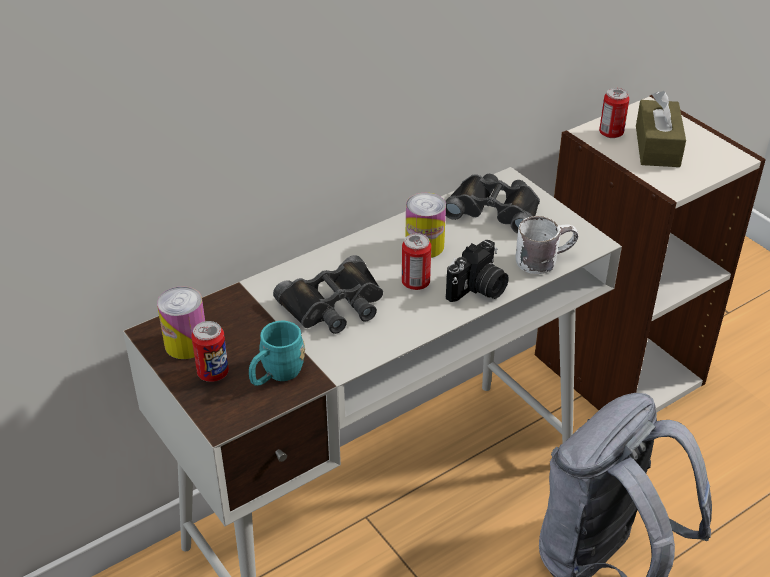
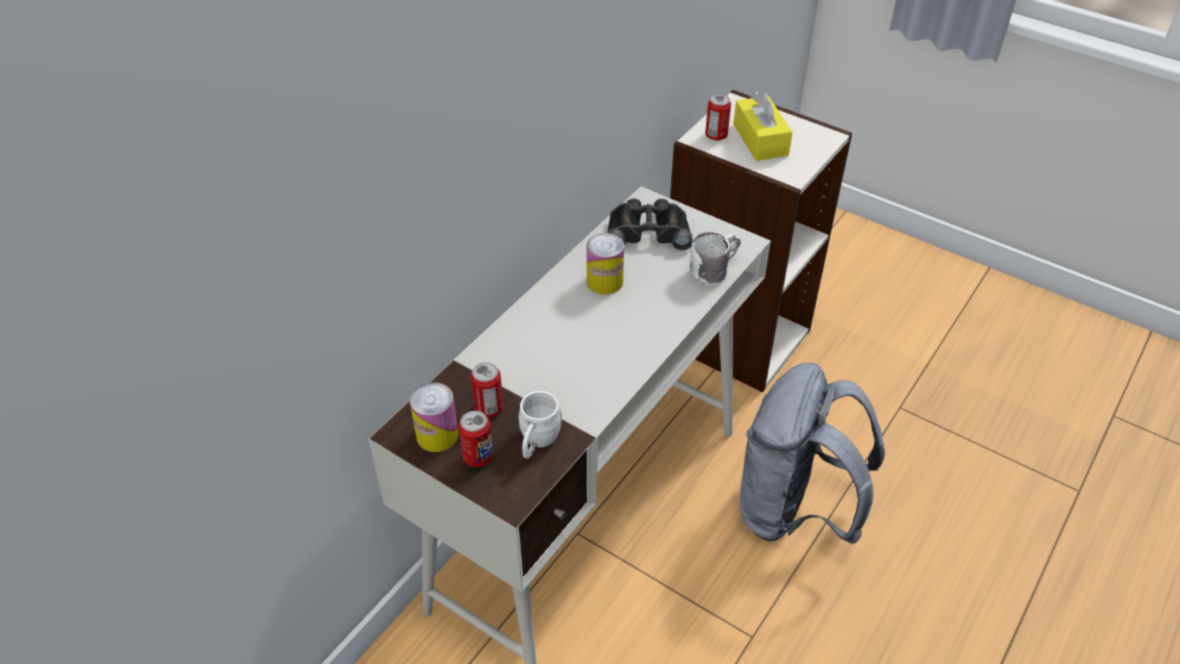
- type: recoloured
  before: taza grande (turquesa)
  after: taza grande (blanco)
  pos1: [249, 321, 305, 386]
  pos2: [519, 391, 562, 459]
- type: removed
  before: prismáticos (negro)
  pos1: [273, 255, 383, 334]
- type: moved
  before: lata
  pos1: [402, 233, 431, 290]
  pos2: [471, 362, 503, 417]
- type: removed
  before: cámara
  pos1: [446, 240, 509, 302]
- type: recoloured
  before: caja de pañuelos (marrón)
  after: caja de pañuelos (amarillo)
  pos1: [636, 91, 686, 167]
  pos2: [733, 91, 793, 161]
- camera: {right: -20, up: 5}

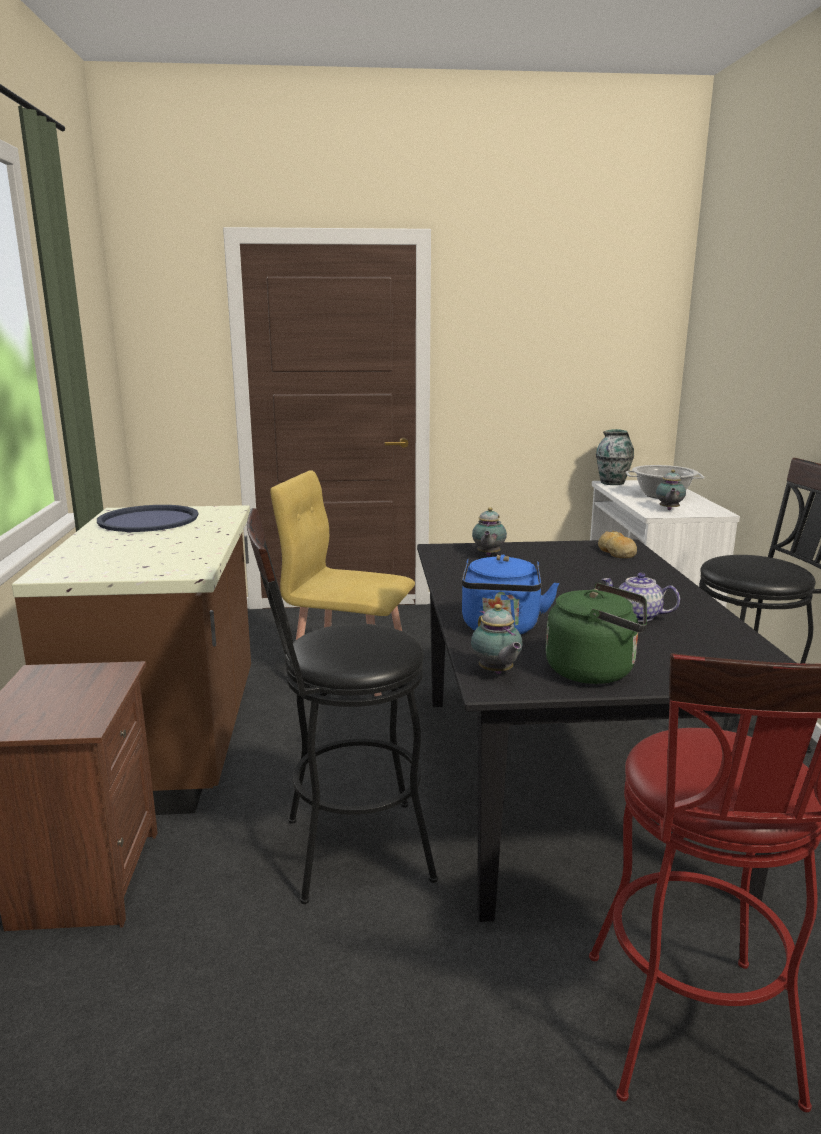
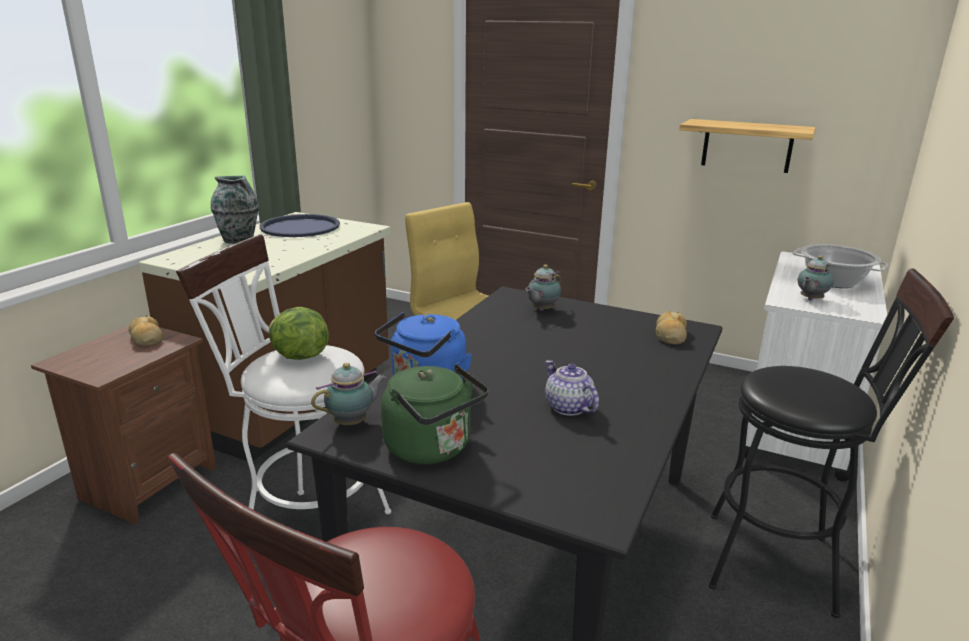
- type: recoloured
  before: taburete (negro)
  after: taburete (blanco)
  pos1: [247, 508, 438, 904]
  pos2: [176, 234, 391, 515]
- type: turned
  before: tetera
  pos1: [471, 604, 523, 674]
  pos2: [311, 363, 386, 425]
  turn: -135
- type: moved
  before: florero
  pos1: [596, 429, 634, 485]
  pos2: [211, 176, 259, 244]
- type: added
  after: pan
  pos2: [129, 315, 163, 346]
- type: added
  after: lechuga
  pos2: [269, 307, 329, 360]
- type: added
  after: estante
  pos2: [679, 119, 816, 173]
- camera: {right: 30, up: 5}

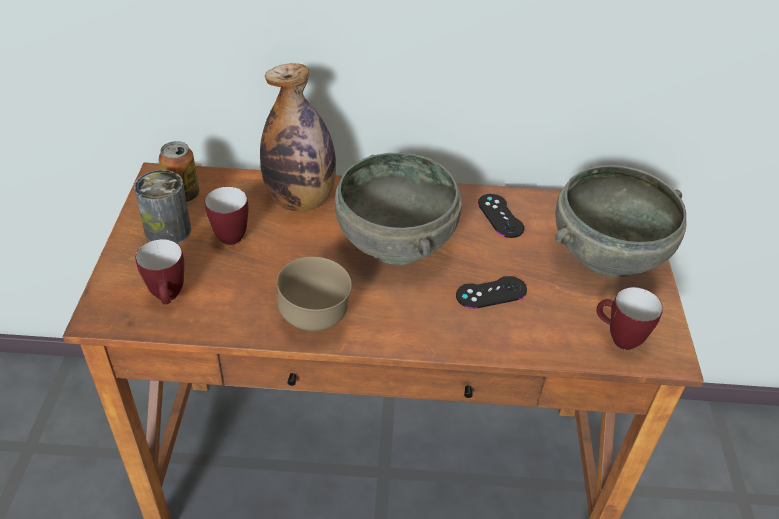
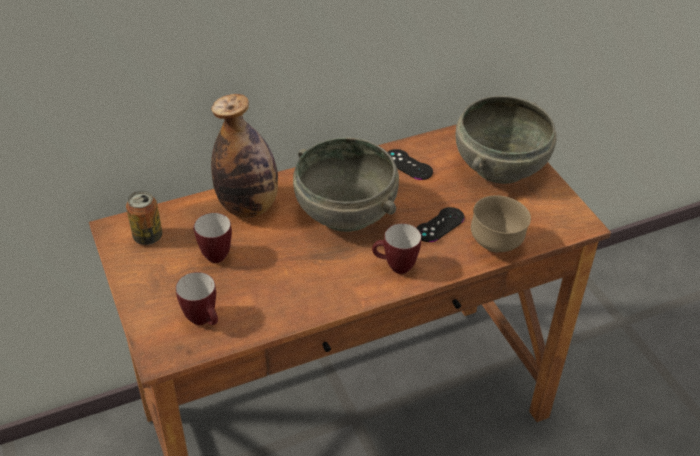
- type: removed
  before: lata
  pos1: [134, 170, 191, 244]
- type: moved
  before: cuenco (marrón)
  pos1: [277, 257, 352, 331]
  pos2: [471, 195, 531, 252]
- type: moved
  before: taza grande
  pos1: [597, 287, 663, 350]
  pos2: [372, 223, 421, 274]
- camera: {right: -25, up: 0}

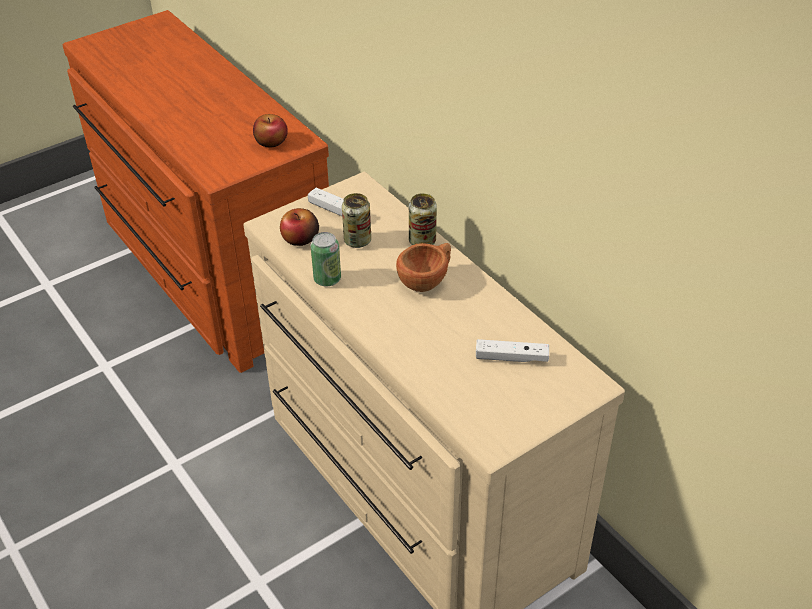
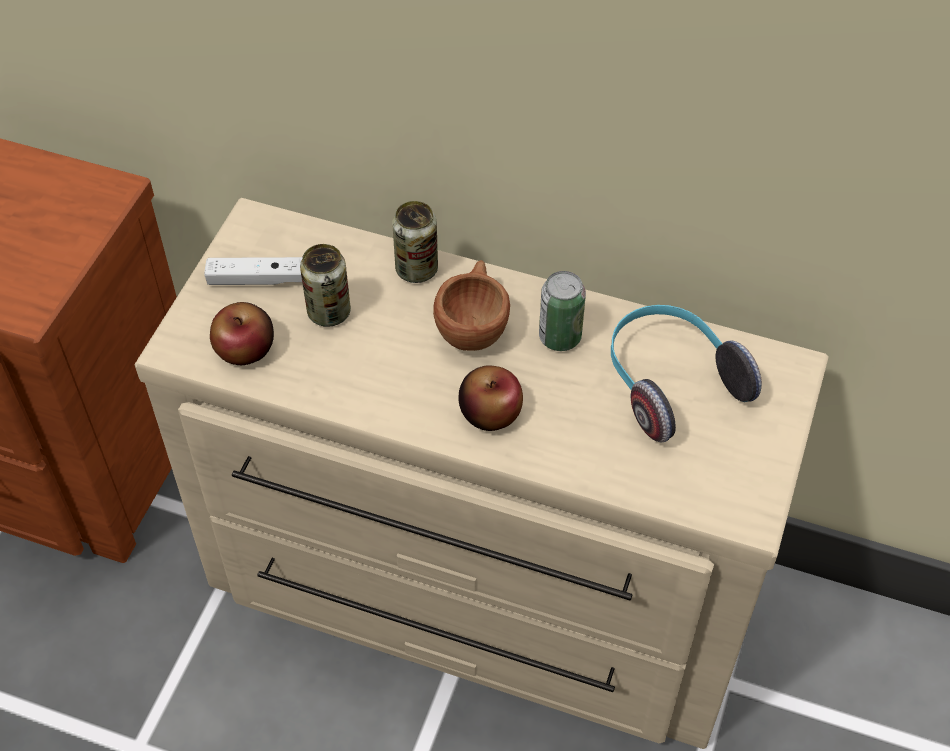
- type: moved
  before: manzana
  pos1: [253, 114, 288, 147]
  pos2: [459, 365, 523, 431]
- type: moved
  before: lata
  pos1: [311, 232, 341, 286]
  pos2: [539, 271, 586, 351]
- type: replaced
  before: mando de consola (blanco)
  after: auriculares
  pos1: [476, 339, 549, 362]
  pos2: [611, 305, 762, 442]
- camera: {right: -35, up: 10}

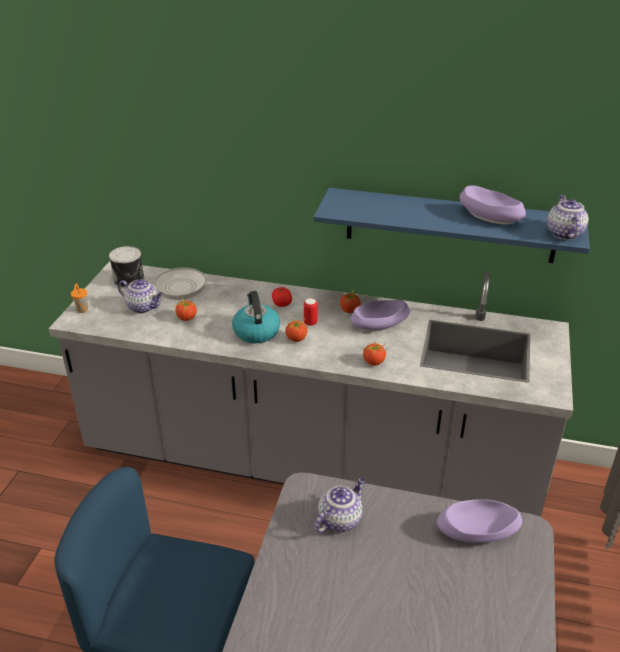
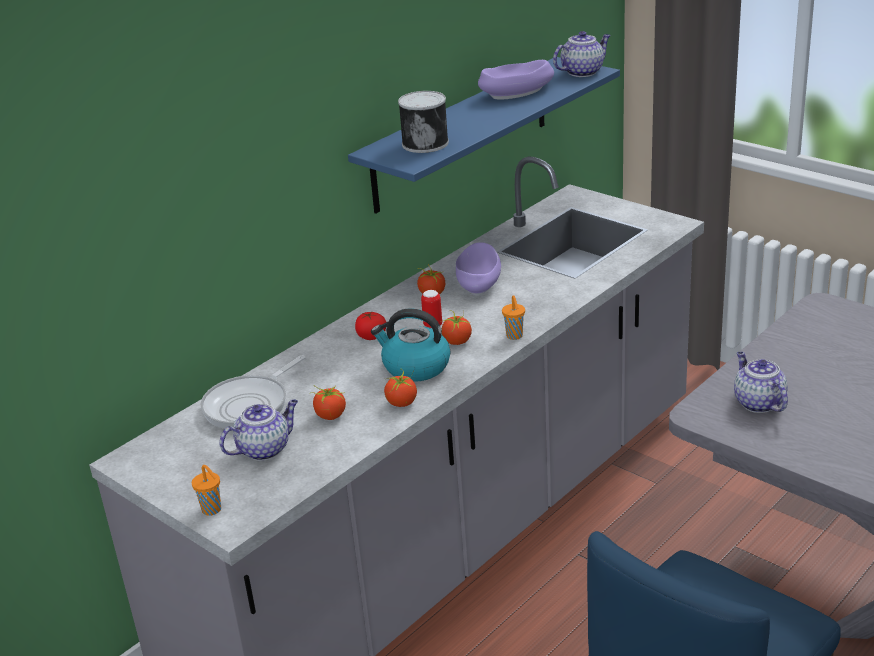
- type: moved
  before: lata
  pos1: [109, 246, 145, 289]
  pos2: [398, 91, 449, 153]
- type: moved
  before: tomate
  pos1: [363, 341, 388, 366]
  pos2: [384, 369, 417, 407]
- type: removed
  before: cuenco (morado)
  pos1: [437, 499, 522, 543]
- type: turned
  before: tetera
  pos1: [547, 195, 589, 240]
  pos2: [553, 31, 611, 77]
  turn: 120
- type: added
  after: taza (naranja)
  pos2: [502, 295, 525, 340]
- camera: {right: -60, up: -5}

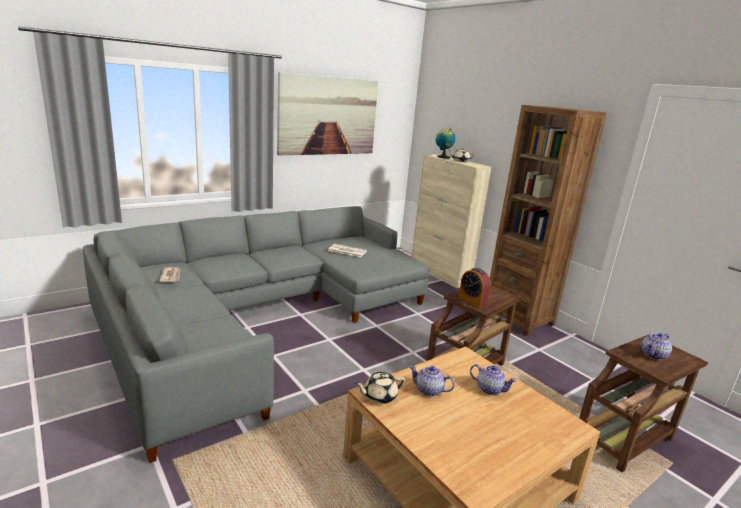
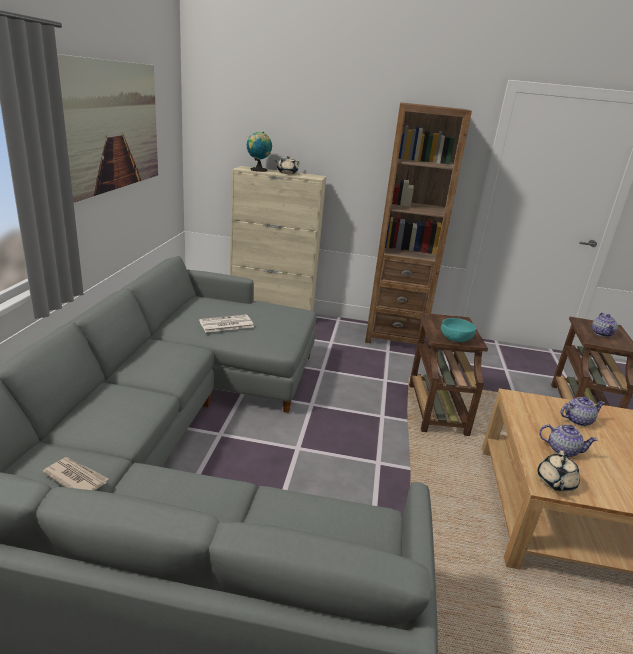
- type: turned
  before: tetera
  pos1: [409, 365, 455, 397]
  pos2: [539, 424, 598, 457]
  turn: -135
- type: replaced
  before: despertador
  after: cuenco (turquesa)
  pos1: [459, 268, 491, 308]
  pos2: [441, 318, 476, 342]
- camera: {right: -45, up: 5}

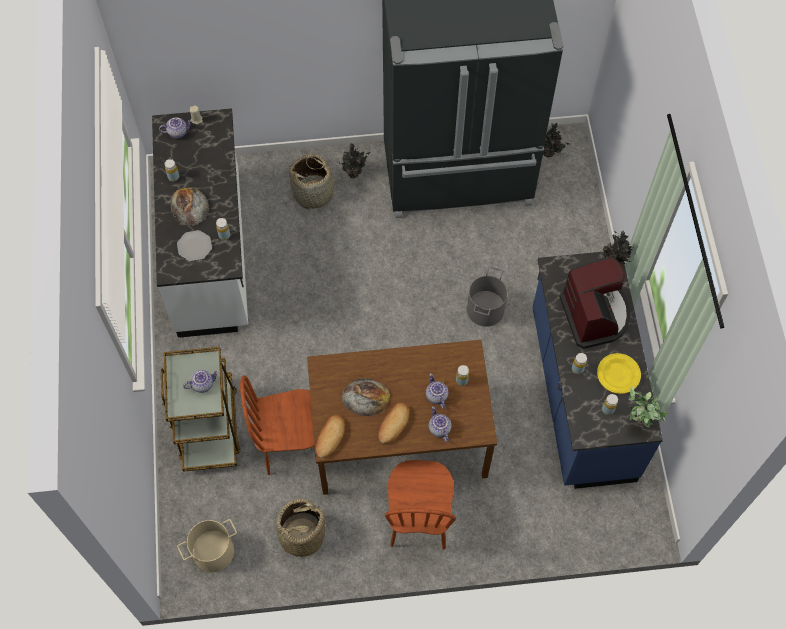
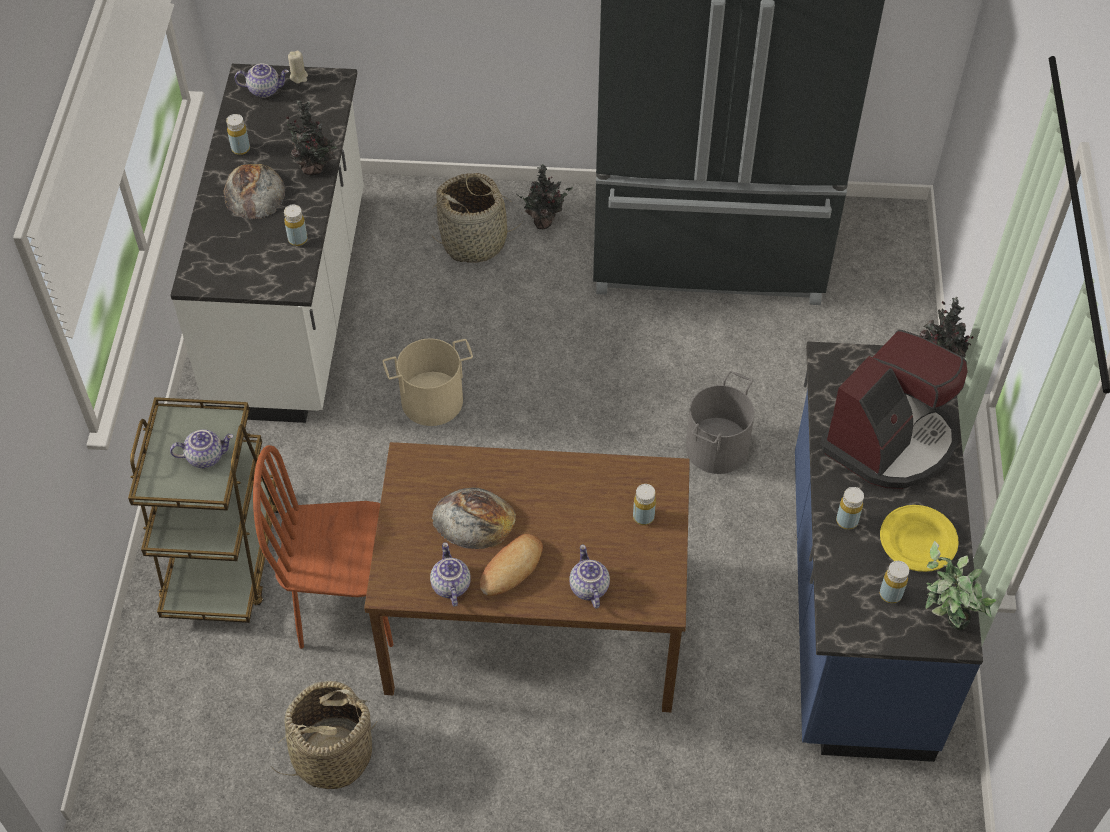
- type: removed
  before: plato
  pos1: [177, 230, 212, 261]
- type: moved
  before: cubo (beis)
  pos1: [177, 519, 237, 572]
  pos2: [382, 338, 473, 426]
- type: removed
  before: pan
  pos1: [316, 415, 345, 458]
- type: removed
  before: silla (marrón)
  pos1: [385, 460, 456, 549]
- type: moved
  before: tetera
  pos1: [426, 373, 448, 409]
  pos2: [430, 542, 471, 607]
- type: moved
  before: planta en maceta
  pos1: [543, 123, 570, 158]
  pos2: [280, 100, 337, 176]
- type: turned
  before: cafetera
  pos1: [559, 257, 630, 349]
  pos2: [821, 330, 968, 489]
  turn: 45
- camera: {right: 10, up: -10}

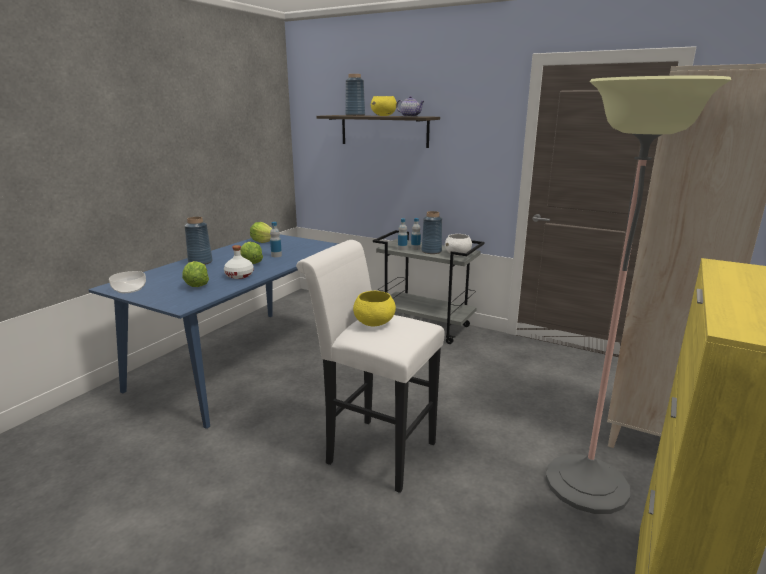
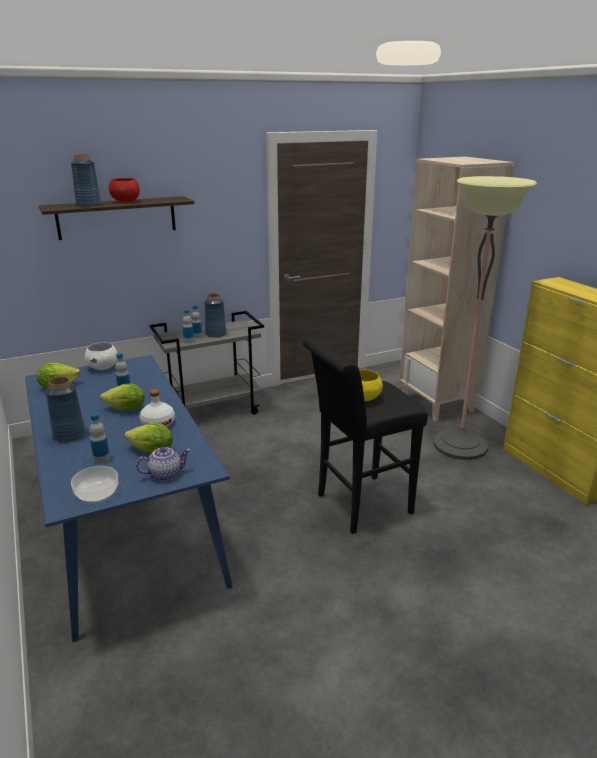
- type: recoloured
  before: taburete (blanco)
  after: taburete (negro)
  pos1: [296, 240, 445, 493]
  pos2: [303, 337, 428, 534]
- type: recoloured
  before: cuenco (amarillo)
  after: cuenco (rojo)
  pos1: [371, 96, 397, 116]
  pos2: [109, 178, 140, 202]
- type: moved
  before: tetera
  pos1: [396, 96, 425, 117]
  pos2: [136, 447, 191, 481]
- type: moved
  before: cuenco (blanco)
  pos1: [445, 234, 472, 256]
  pos2: [85, 342, 117, 370]
- type: added
  after: botella
  pos2: [89, 413, 110, 464]
- camera: {right: -55, up: 5}

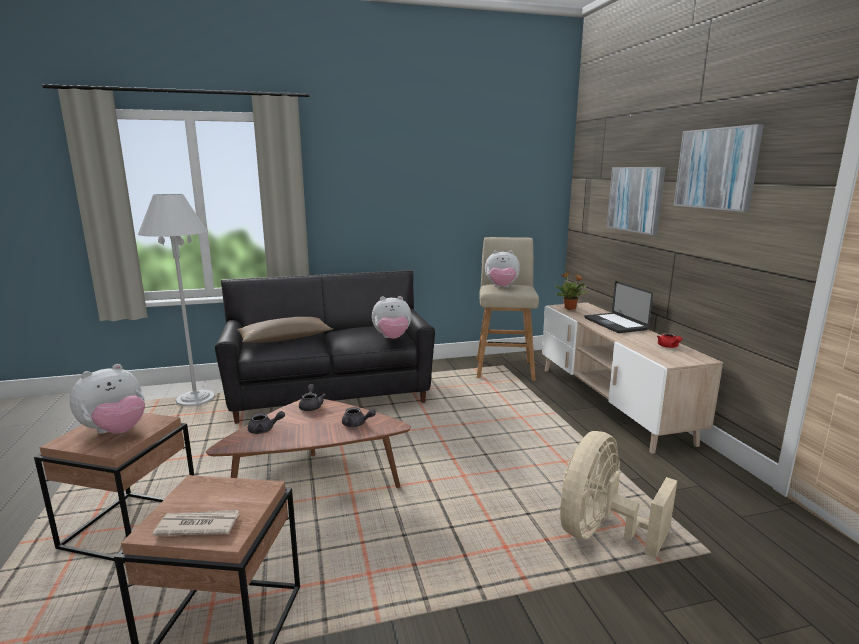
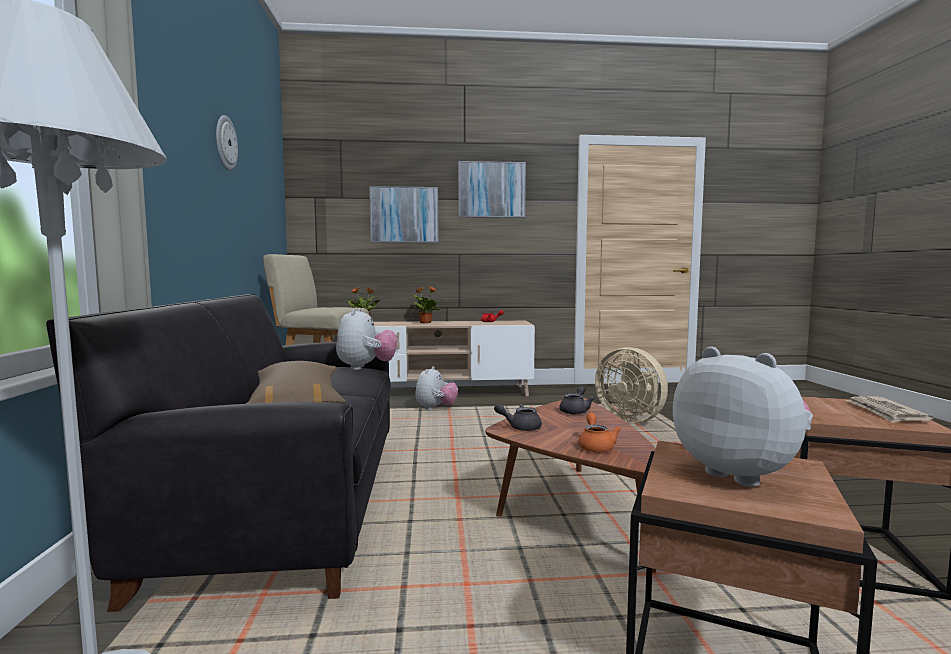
- type: recoloured
  before: tetera (gris)
  after: tetera (naranja)
  pos1: [248, 411, 285, 434]
  pos2: [578, 413, 621, 452]
- type: moved
  before: peluche
  pos1: [485, 250, 520, 288]
  pos2: [415, 366, 458, 410]
- type: replaced
  before: portátil
  after: planta en maceta
  pos1: [585, 281, 653, 333]
  pos2: [409, 286, 441, 324]
- type: added
  after: reloj de pared
  pos2: [216, 115, 238, 171]
- camera: {right: -80, up: -10}

